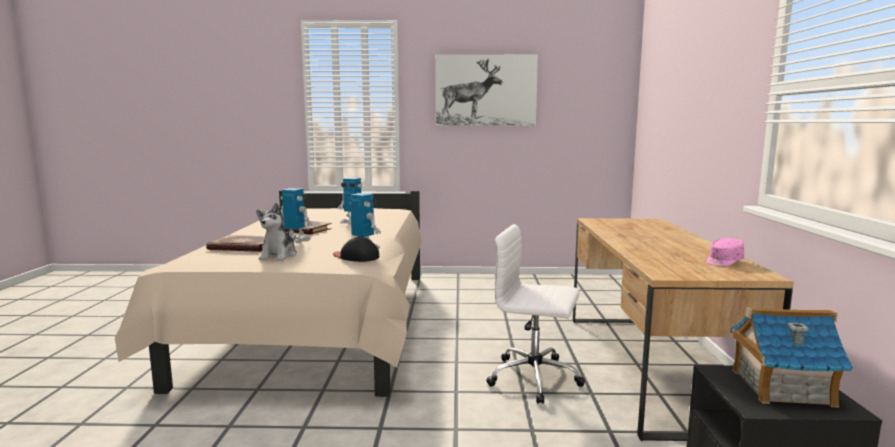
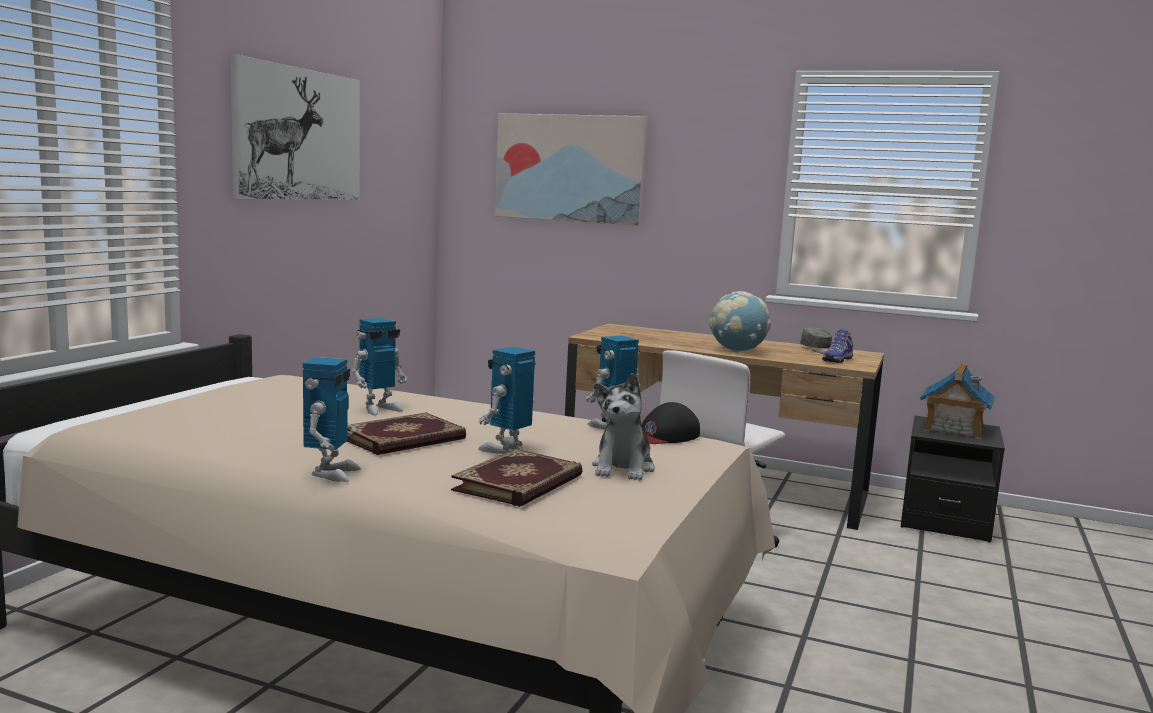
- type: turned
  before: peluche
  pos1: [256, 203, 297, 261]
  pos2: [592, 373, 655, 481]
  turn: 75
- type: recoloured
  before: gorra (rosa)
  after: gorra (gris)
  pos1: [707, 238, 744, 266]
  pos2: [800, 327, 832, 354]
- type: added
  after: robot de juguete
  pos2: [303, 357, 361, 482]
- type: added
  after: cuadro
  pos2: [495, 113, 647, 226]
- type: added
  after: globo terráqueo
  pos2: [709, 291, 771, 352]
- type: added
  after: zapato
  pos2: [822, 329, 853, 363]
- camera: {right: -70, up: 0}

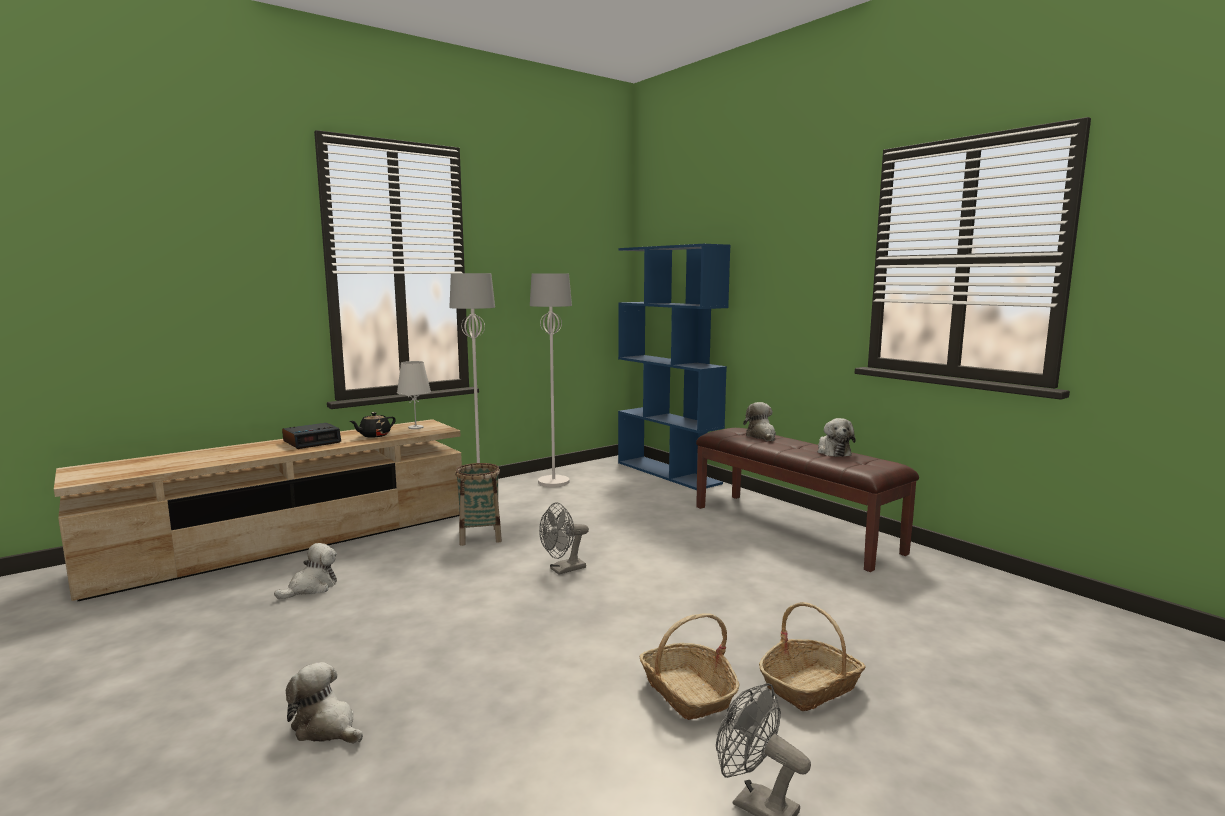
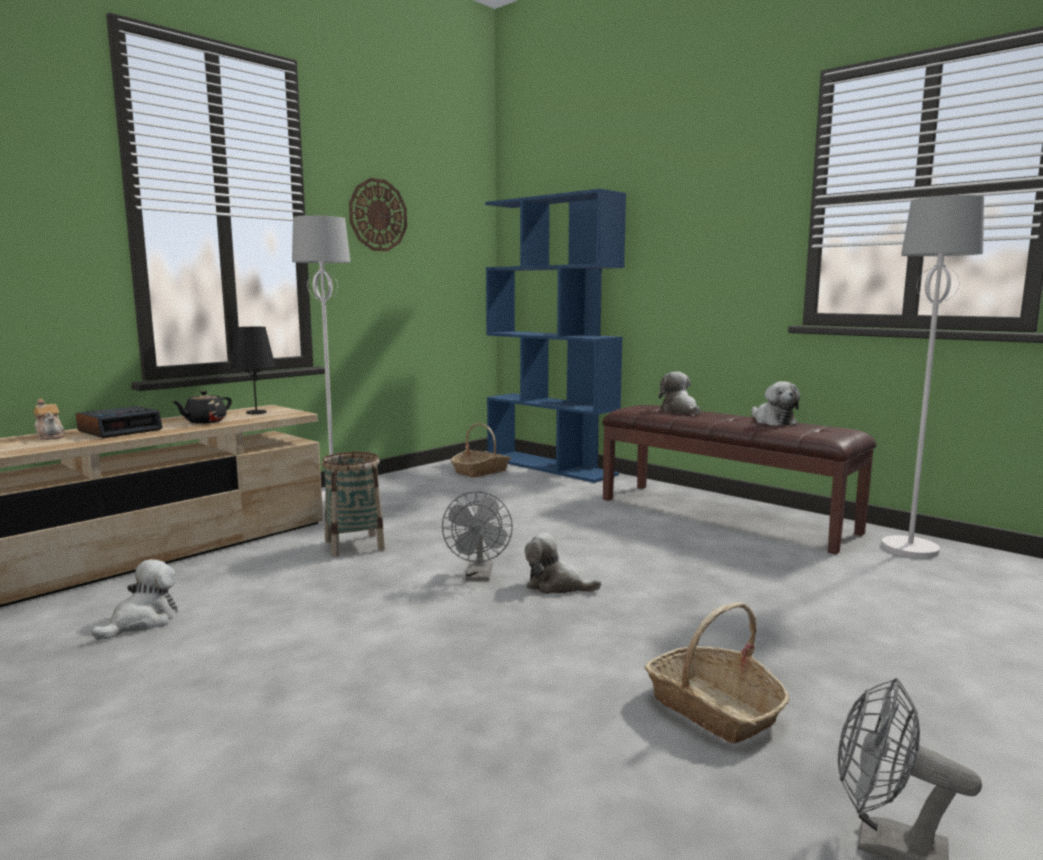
- type: moved
  before: peluche
  pos1: [286, 662, 363, 743]
  pos2: [525, 533, 601, 594]
- type: recoloured
  before: lámpara de mesa (blanco)
  after: lámpara de mesa (negro)
  pos1: [397, 361, 431, 429]
  pos2: [230, 327, 276, 414]
- type: moved
  before: lámpara de pie (blanco)
  pos1: [530, 273, 572, 487]
  pos2: [881, 195, 984, 558]
- type: turned
  before: ventilador (gris)
  pos1: [539, 503, 589, 575]
  pos2: [442, 491, 513, 581]
  turn: -45
- type: moved
  before: cesta
  pos1: [759, 602, 866, 711]
  pos2: [451, 423, 511, 477]
- type: added
  after: tetera
  pos2: [33, 399, 65, 440]
- type: added
  after: reloj de pared
  pos2: [349, 178, 407, 251]
- camera: {right: -10, up: 0}

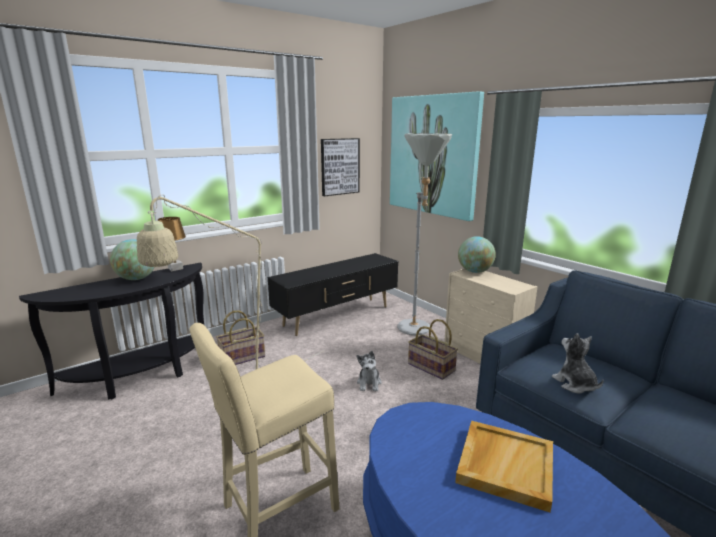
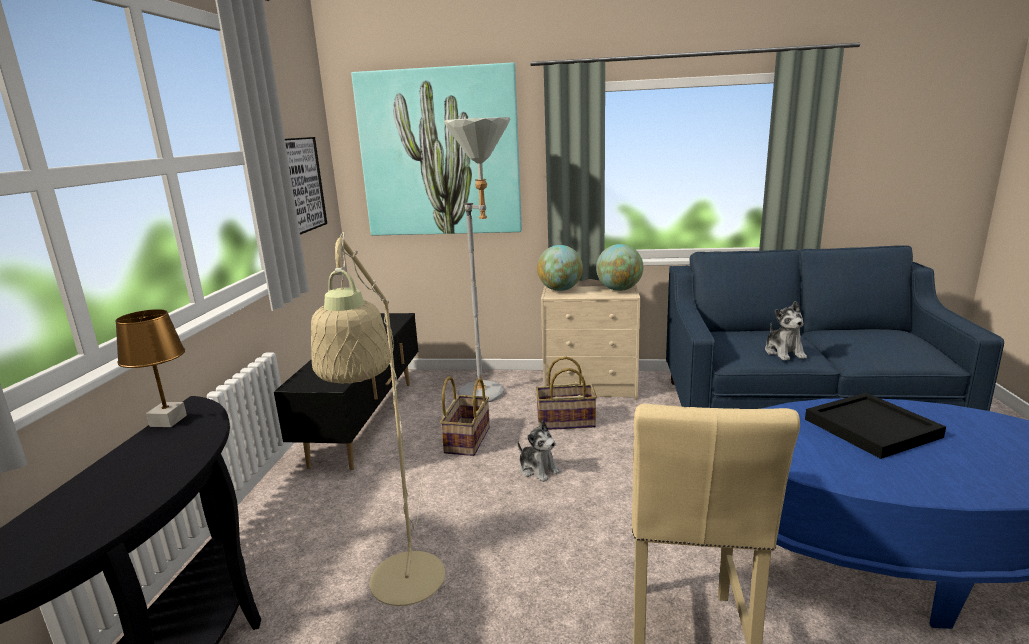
- type: moved
  before: globo terráqueo
  pos1: [110, 239, 154, 280]
  pos2: [596, 244, 643, 291]
- type: moved
  before: cesta
  pos1: [216, 310, 265, 365]
  pos2: [440, 376, 490, 456]
- type: recoloured
  before: bandeja (beis)
  after: bandeja (negro)
  pos1: [455, 421, 553, 512]
  pos2: [805, 393, 946, 459]
- type: turned
  before: peluche
  pos1: [552, 333, 604, 393]
  pos2: [765, 301, 807, 360]
  turn: -120
- camera: {right: -45, up: 0}

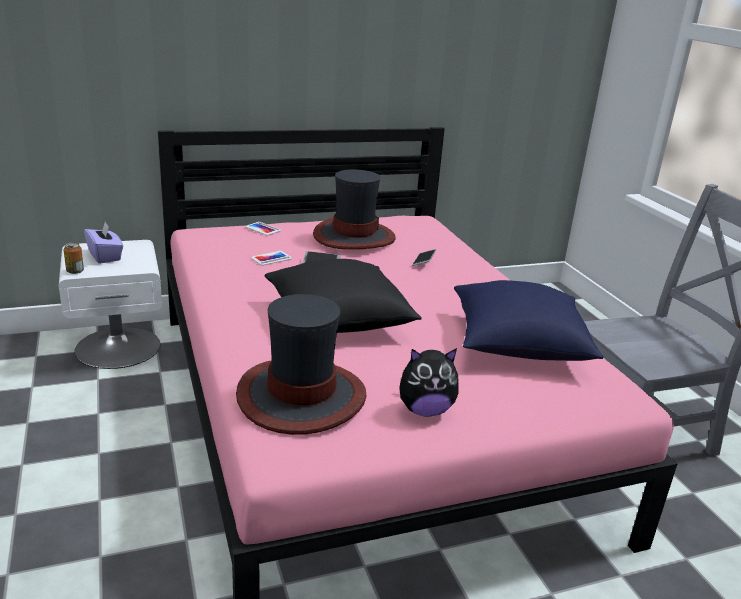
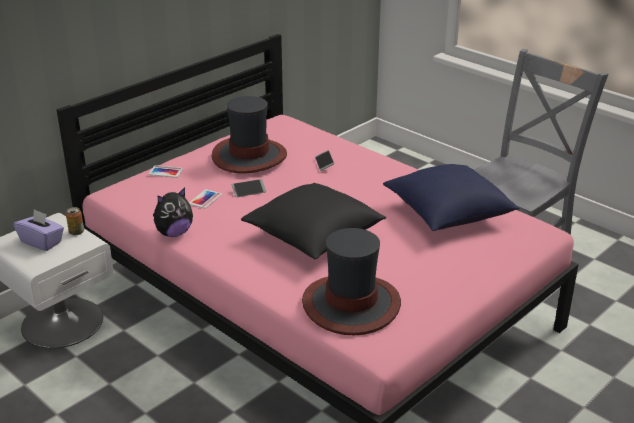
- type: moved
  before: lata
  pos1: [63, 243, 84, 274]
  pos2: [66, 207, 84, 235]
- type: moved
  before: peluche
  pos1: [399, 348, 459, 417]
  pos2: [153, 187, 193, 237]
- camera: {right: -25, up: 5}

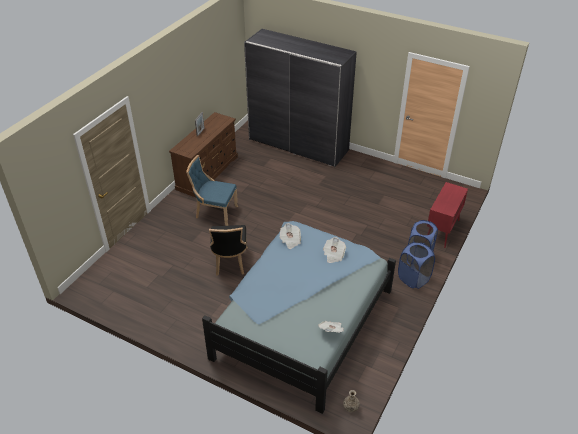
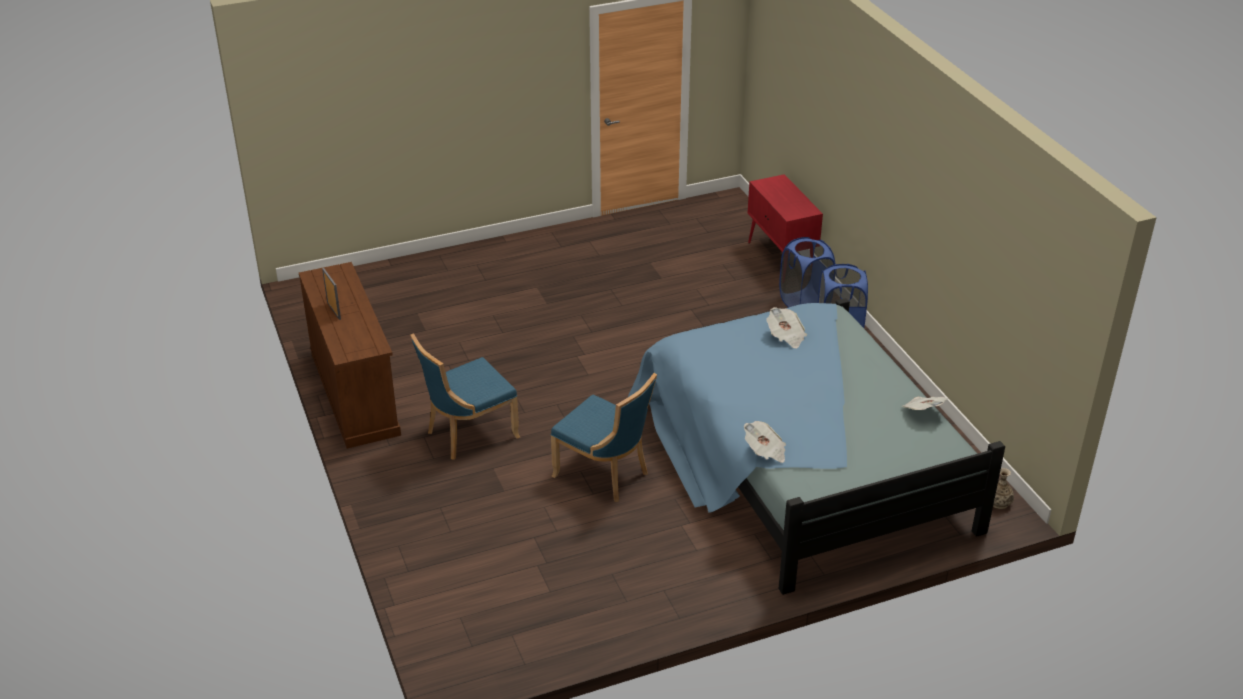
- type: recoloured
  before: silla (negro)
  after: silla (azul)
  pos1: [209, 225, 248, 276]
  pos2: [551, 373, 657, 502]
- type: removed
  before: armario ropero (gris)
  pos1: [244, 29, 357, 167]
- type: moved
  before: periódico
  pos1: [280, 223, 301, 249]
  pos2: [744, 421, 786, 463]
- camera: {right: -50, up: -5}

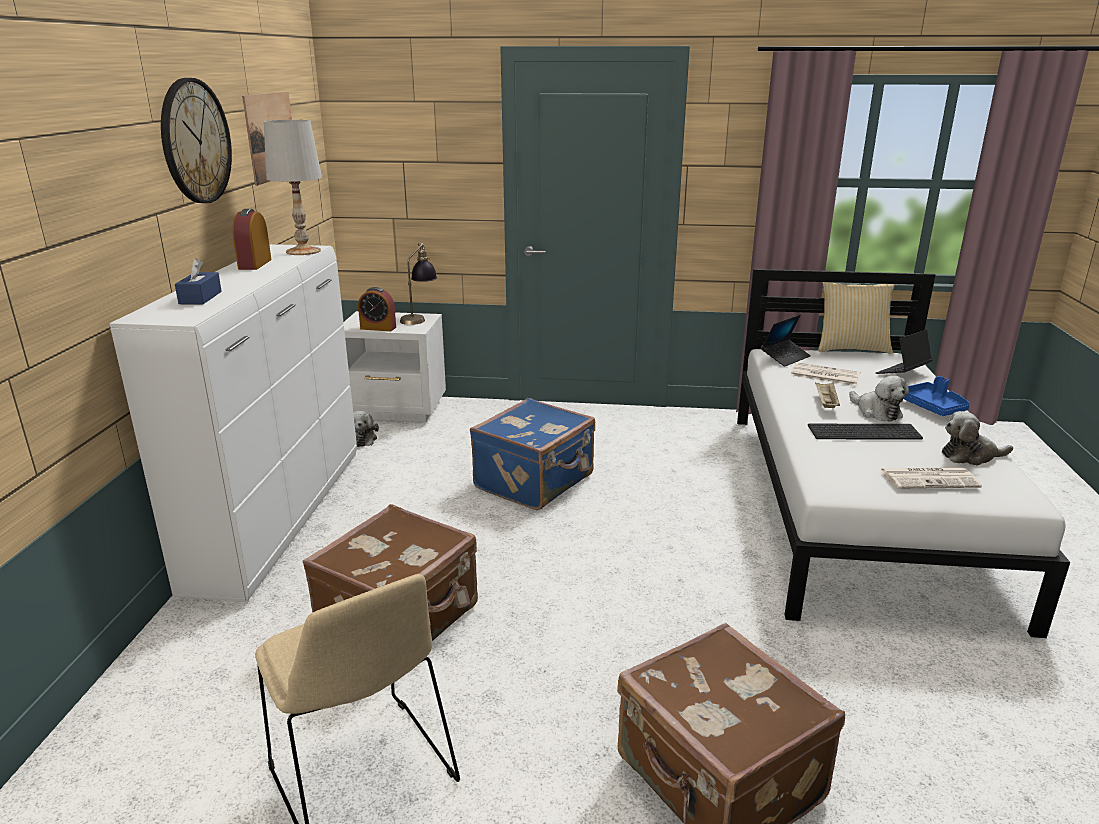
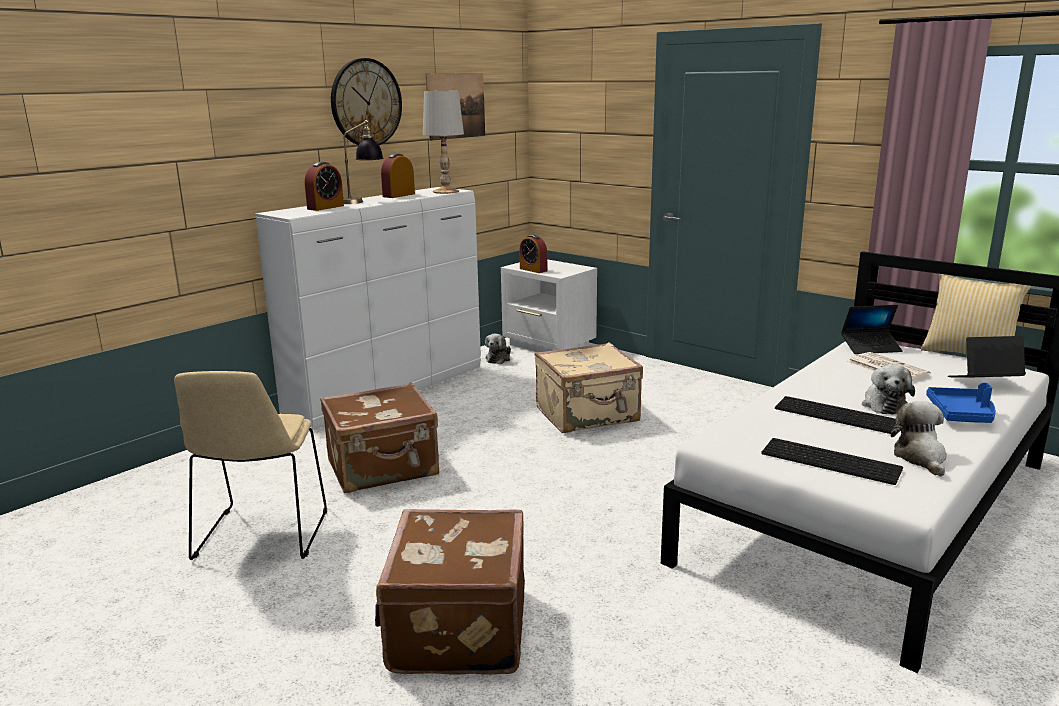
- type: replaced
  before: caja de pañuelos (azul)
  after: despertador
  pos1: [175, 258, 222, 304]
  pos2: [305, 162, 344, 211]
- type: moved
  before: lámpara de mesa
  pos1: [400, 243, 437, 325]
  pos2: [343, 120, 384, 204]
- type: recoloured
  before: maleta (azul)
  after: maleta (beis)
  pos1: [470, 398, 595, 510]
  pos2: [534, 342, 643, 433]
- type: removed
  before: bandeja (beis)
  pos1: [815, 381, 840, 408]
- type: replaced
  before: periódico
  after: teclado
  pos1: [880, 467, 982, 489]
  pos2: [761, 438, 903, 485]
- type: turned
  before: peluche
  pos1: [942, 411, 1013, 466]
  pos2: [891, 401, 947, 477]
  turn: 60
- camera: {right: 35, up: -5}

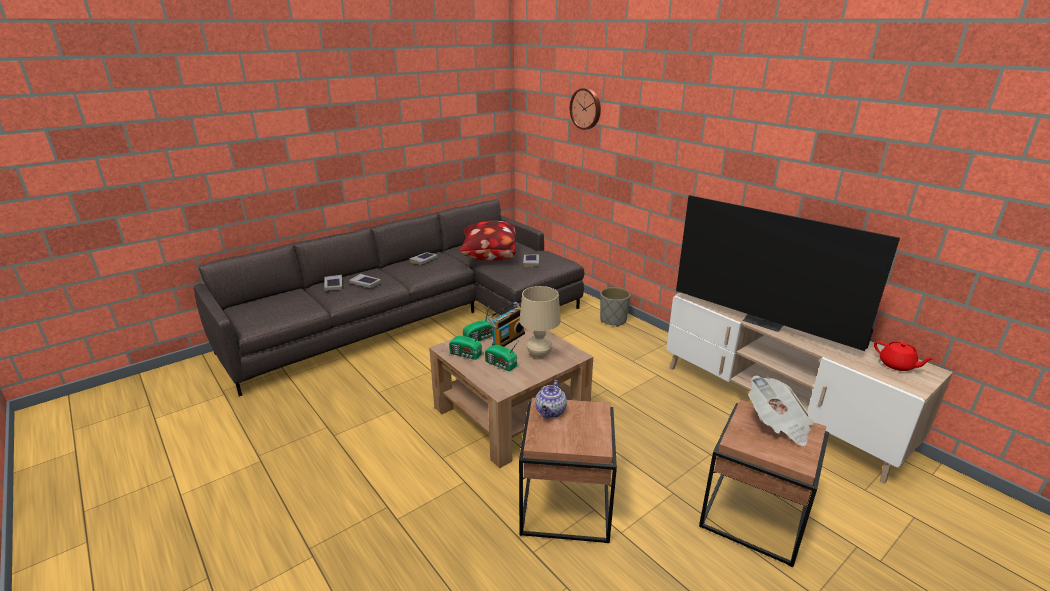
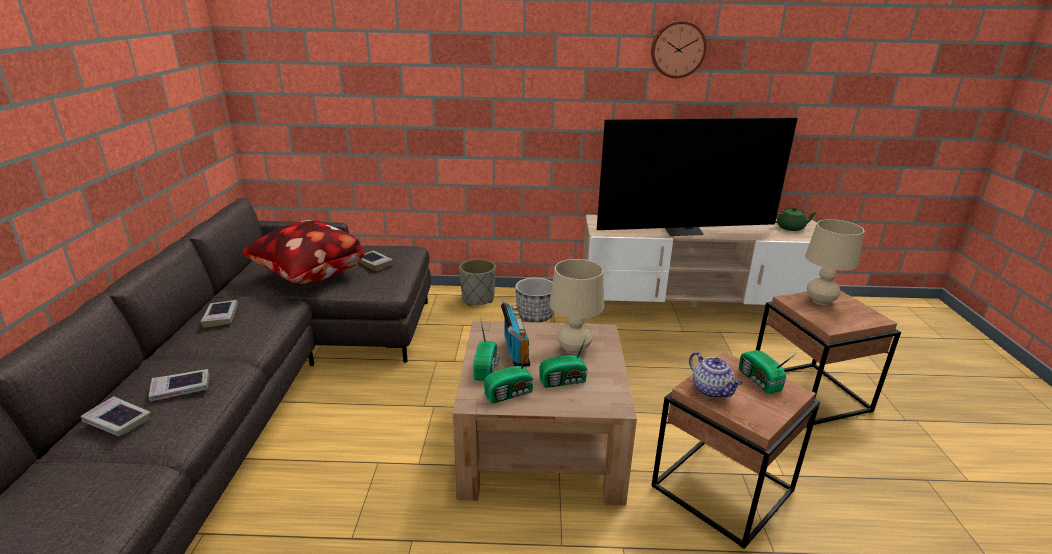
- type: moved
  before: reloj de pared
  pos1: [570, 88, 601, 130]
  pos2: [651, 21, 706, 78]
- type: replaced
  before: periódico
  after: lámpara de mesa (beis)
  pos1: [749, 375, 813, 446]
  pos2: [805, 219, 865, 305]
- type: recoloured
  before: tetera (rojo)
  after: tetera (verde)
  pos1: [874, 341, 935, 371]
  pos2: [775, 207, 818, 231]
- type: added
  after: maceta
  pos2: [515, 277, 554, 322]
- type: added
  after: radio
  pos2: [739, 350, 796, 394]
- camera: {right: -50, up: 0}

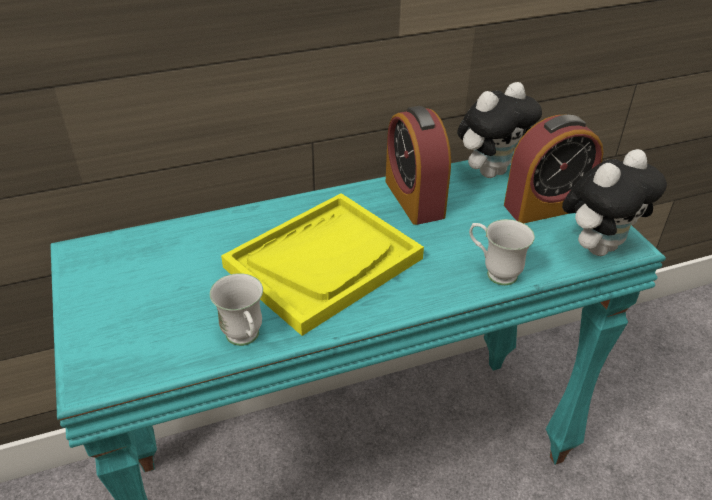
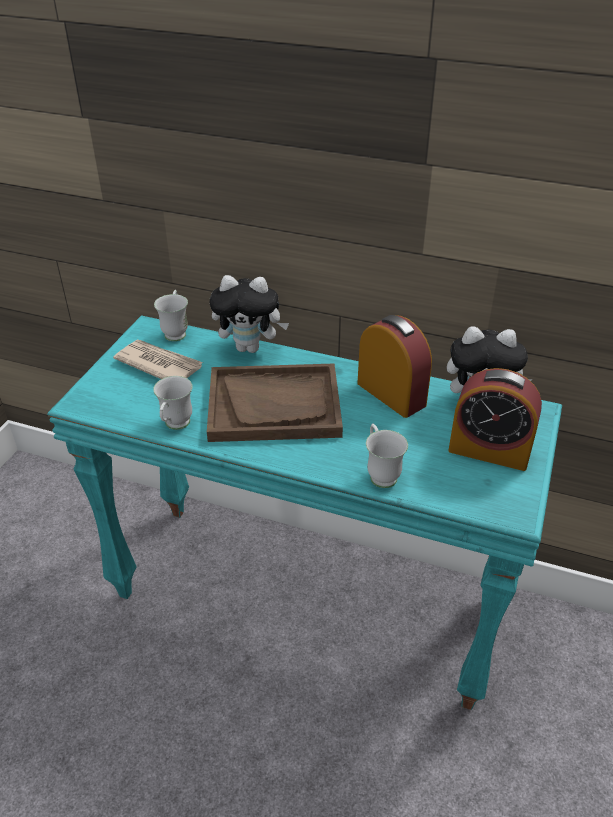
- type: recoloured
  before: bandeja (amarillo)
  after: bandeja (marrón)
  pos1: [221, 193, 424, 336]
  pos2: [207, 363, 343, 442]
- type: turned
  before: despertador
  pos1: [386, 106, 451, 225]
  pos2: [357, 315, 432, 418]
  turn: 120
- type: moved
  before: peluche
  pos1: [562, 149, 667, 256]
  pos2: [210, 275, 289, 353]
- type: added
  after: periódico
  pos2: [113, 340, 203, 379]
- type: added
  after: taza grande (blanco)
  pos2: [154, 290, 188, 341]
- camera: {right: 40, up: 0}

